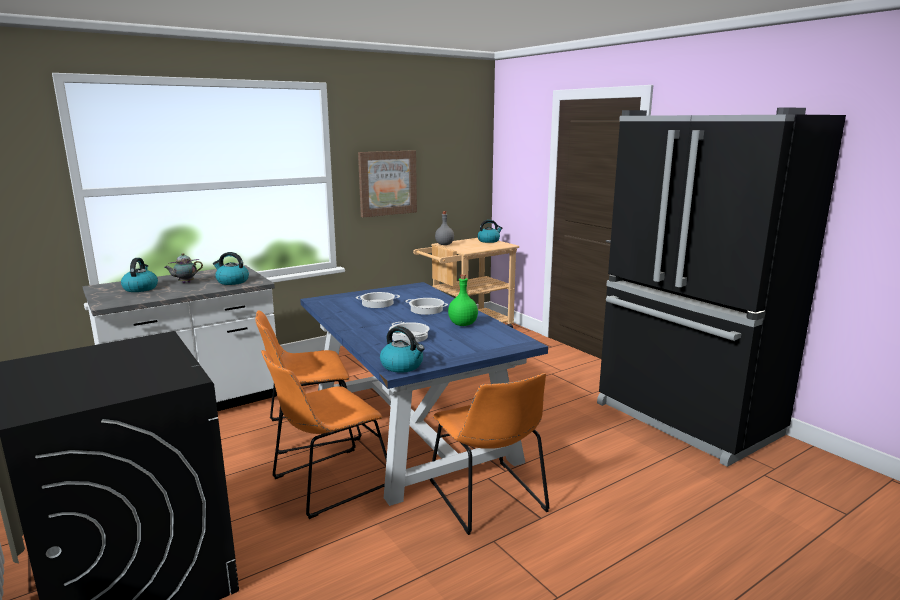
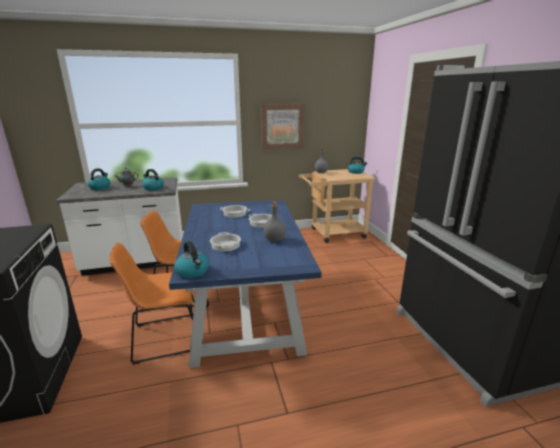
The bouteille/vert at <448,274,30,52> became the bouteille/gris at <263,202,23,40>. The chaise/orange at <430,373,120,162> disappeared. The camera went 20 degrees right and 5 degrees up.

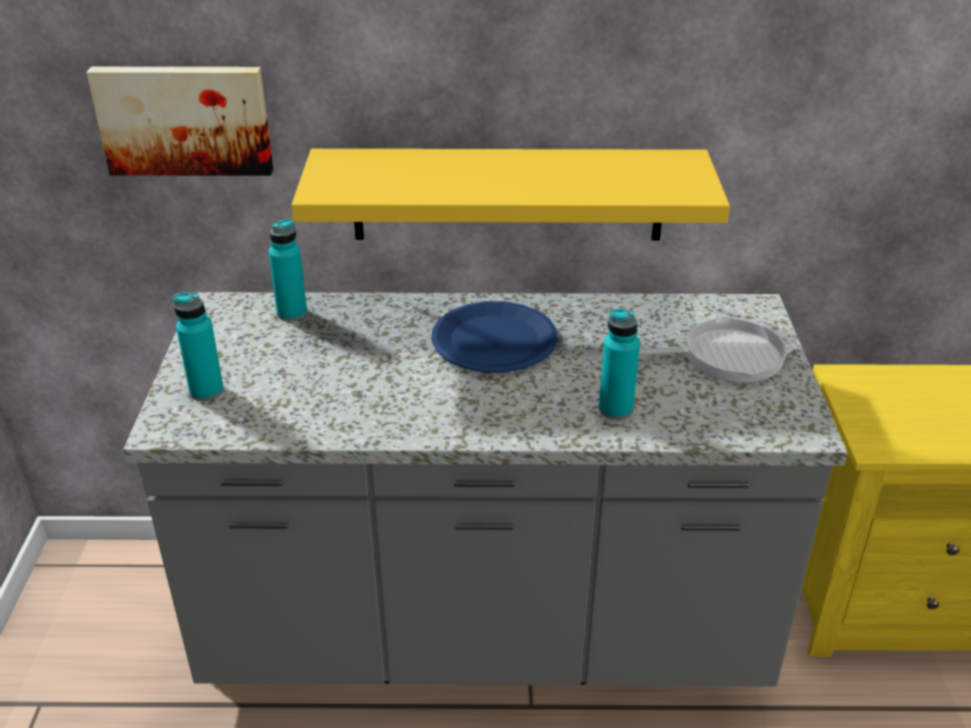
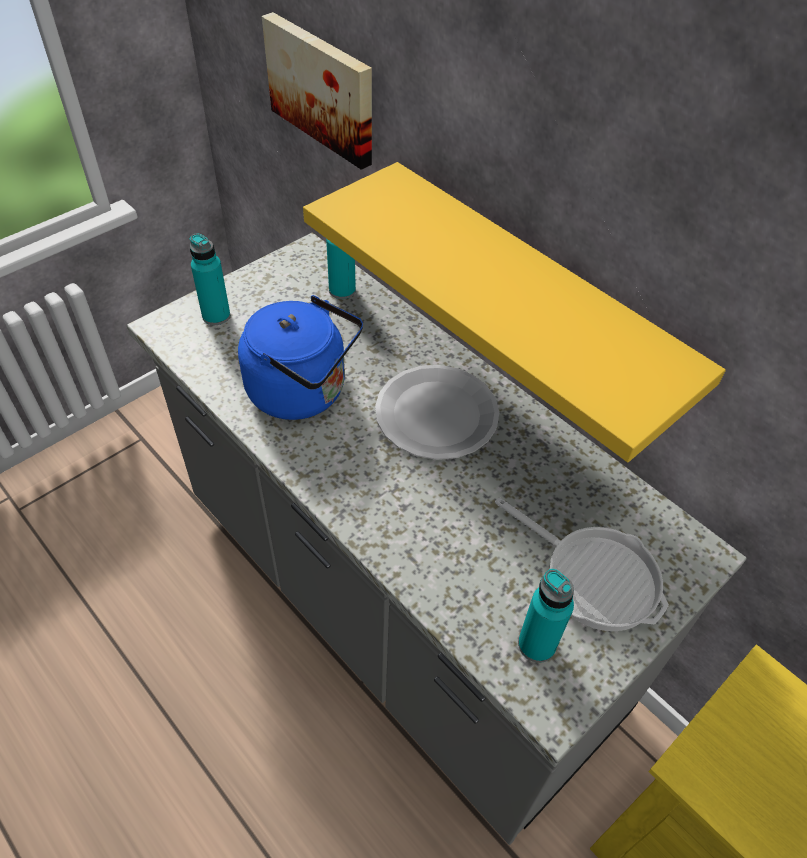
The bouilloire/bleu at <238,295,125,125> appeared. The assiette/bleu at <431,301,127,72> became the assiette/blanc at <375,365,124,95>. The bouteille/turquoise moved from <599,309,41,111> to <518,569,56,94>. The camera went 45 degrees right and 15 degrees up.

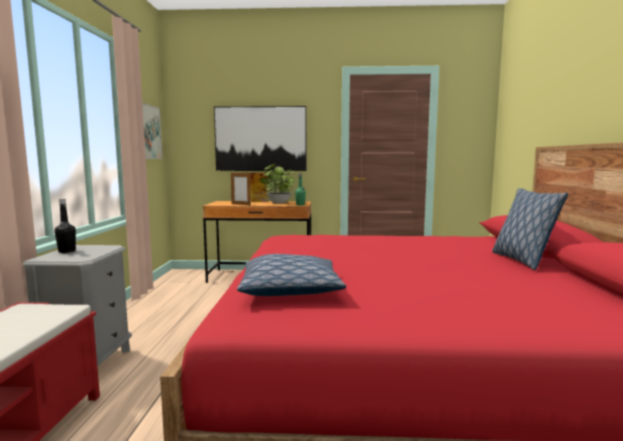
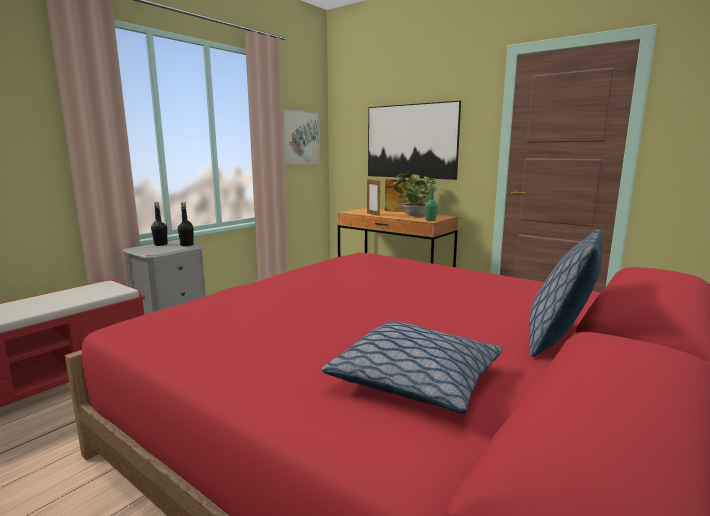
The bouteille/noir at <178,202,16,44> appeared. The coussin moved from <237,254,109,42> to <322,322,181,92>. The camera went 35 degrees right and 5 degrees up.

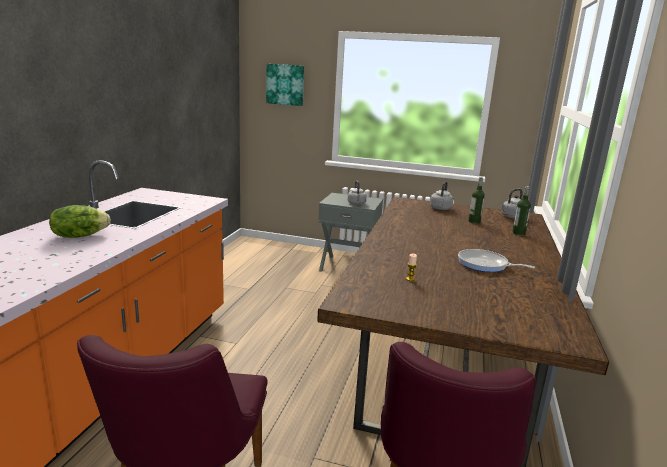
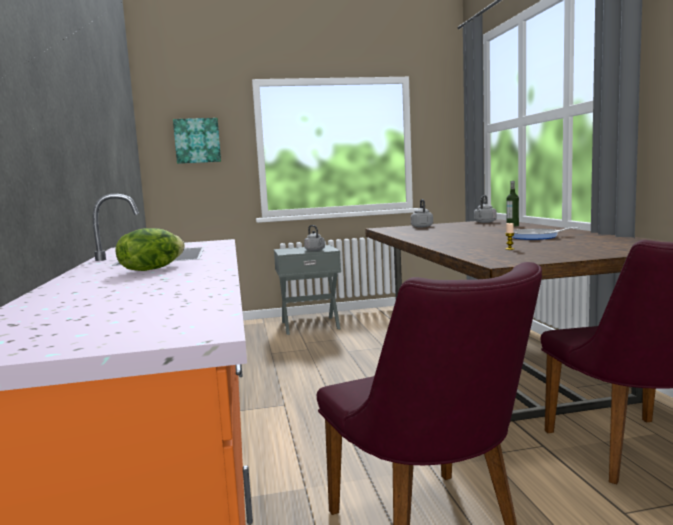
The bouteille at <468,177,17,47> disappeared. The camera went 25 degrees left and 10 degrees down.

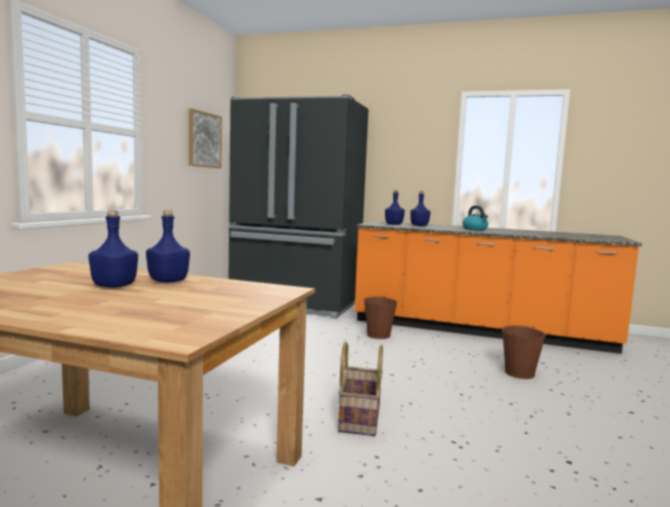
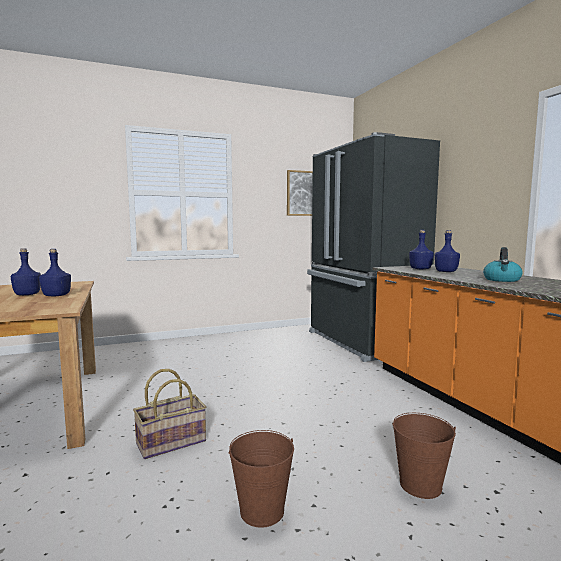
The seau/marron moved from <364,296,33,43> to <229,430,65,98>. The camera went 50 degrees right and 0 degrees up.

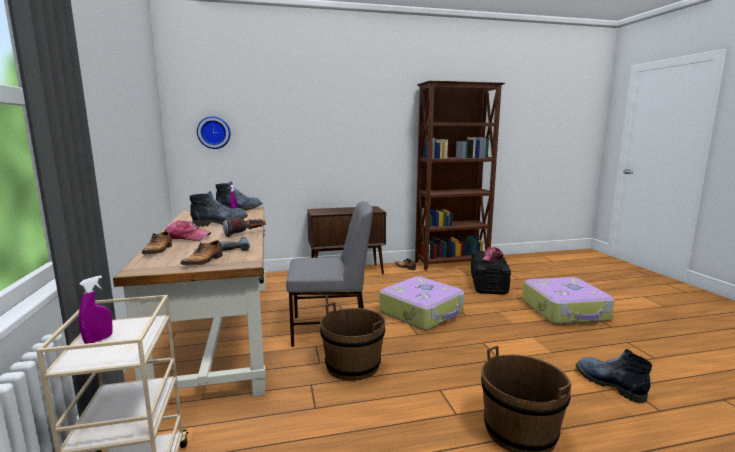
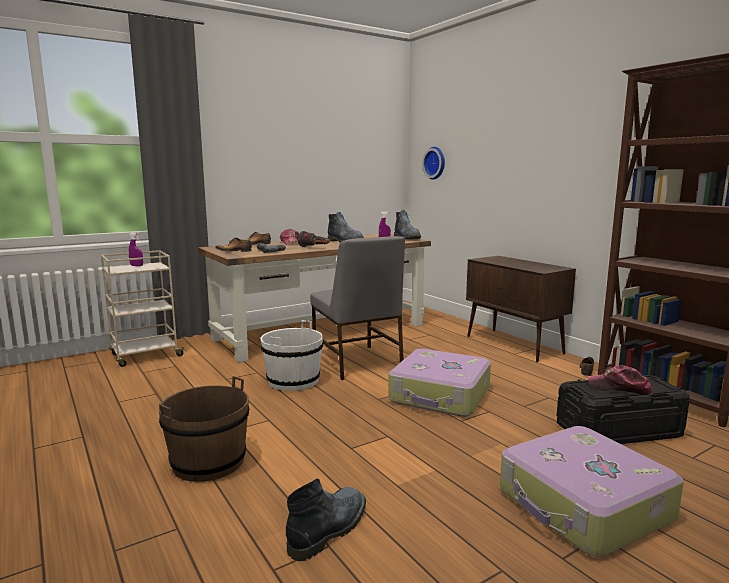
The seau/marron at <320,302,66,79> became the seau/blanc at <261,320,62,71>. The camera went 70 degrees right and 0 degrees up.

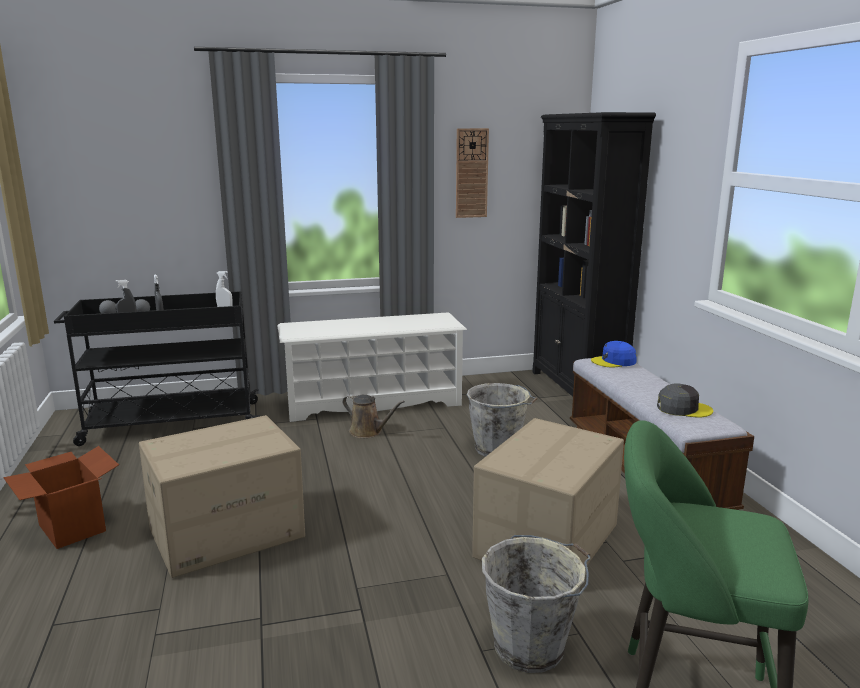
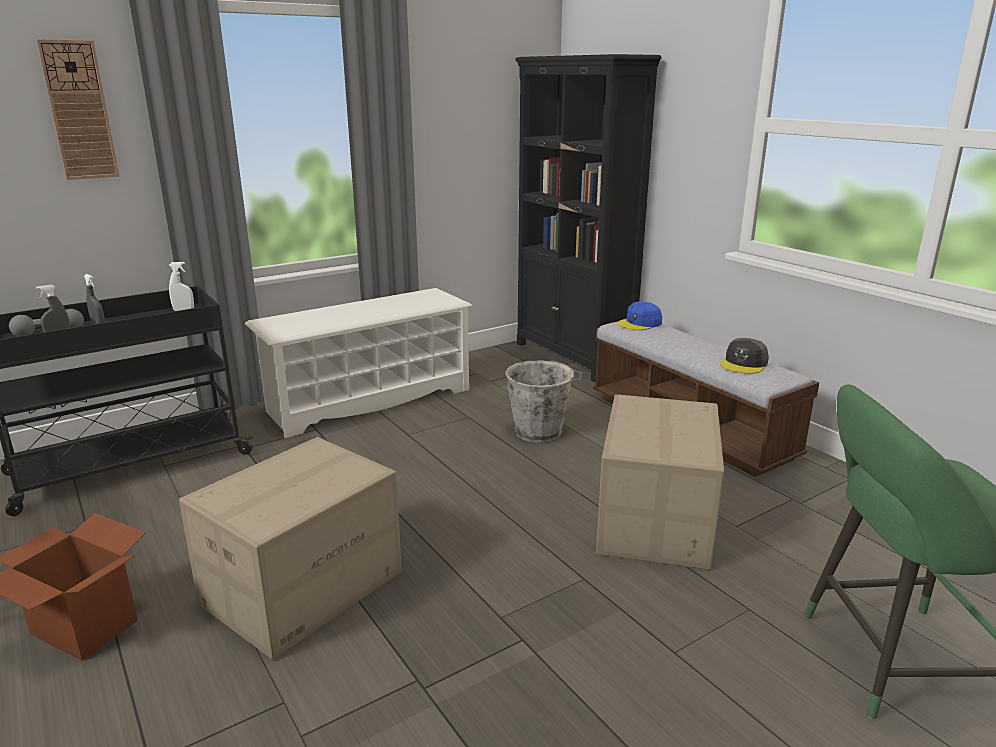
The horloge murale moved from <456,128,33,90> to <36,39,83,141>. The casquette/gris at <657,383,56,35> turned 135 degrees clockwise. The arrosoir/marron at <343,394,62,44> disappeared. The seau/gris at <482,535,109,138> disappeared. The camera went 20 degrees left and 5 degrees up.

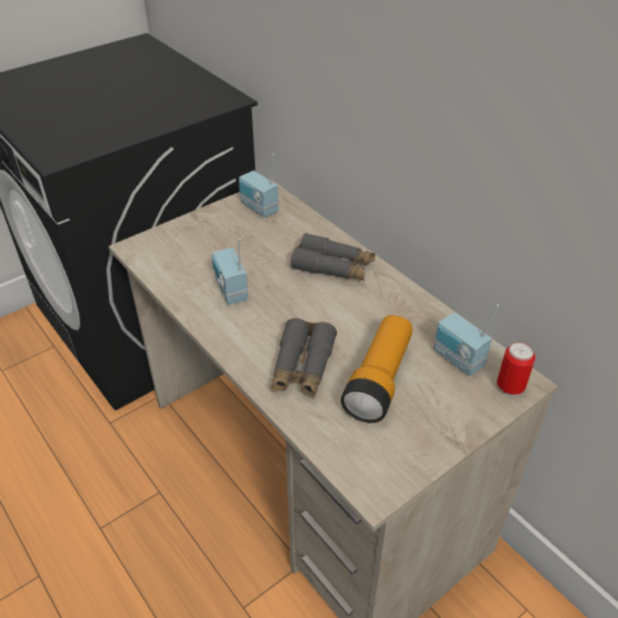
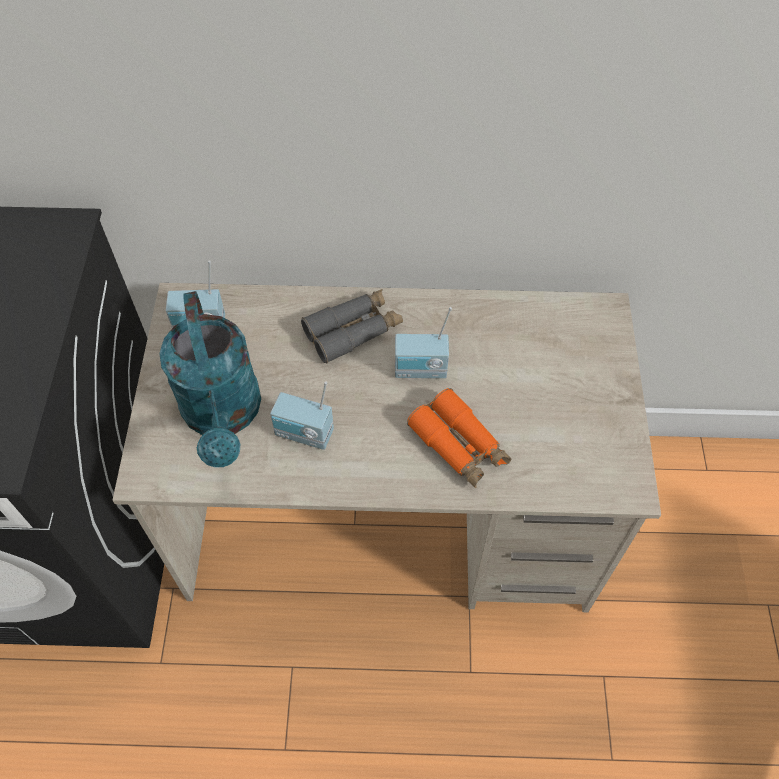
The arrosoir/turquoise at <159,291,102,177> appeared. The radio moved from <434,304,65,72> to <395,307,57,71>. The jumelles/gris at <271,318,66,80> became the jumelles/orange at <407,388,104,100>. The lampe de poche at <341,315,71,108> disappeared. The boîte métallique at <497,342,38,54> disappeared. The camera went 50 degrees left and 15 degrees up.

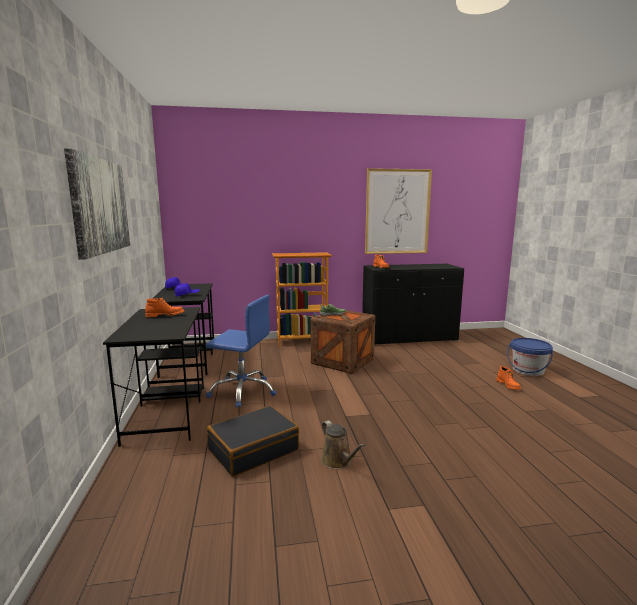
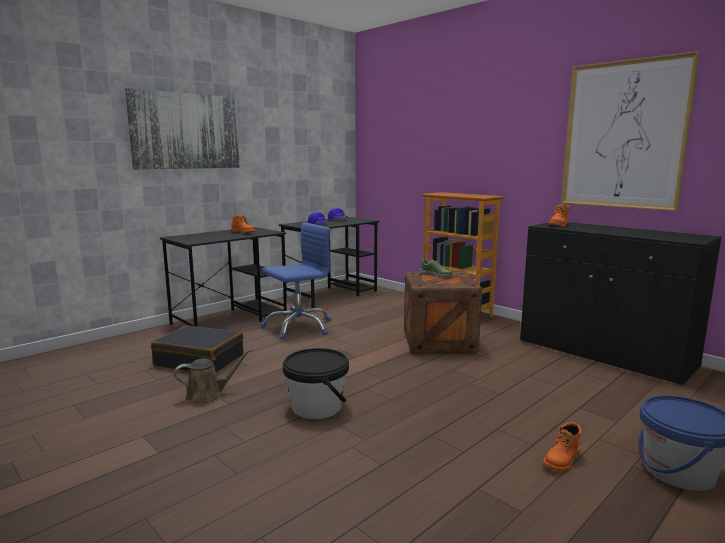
The arrosoir/marron at <321,420,44,49> turned 135 degrees counterclockwise. The chaise de bureau/bleu at <206,295,71,113> turned 105 degrees counterclockwise. The seau/noir at <283,348,66,71> appeared. The camera went 55 degrees right and 0 degrees up.

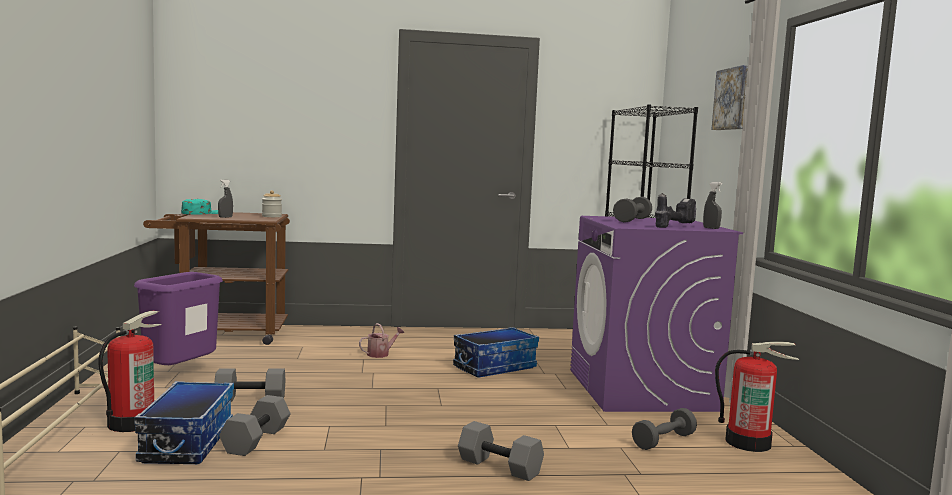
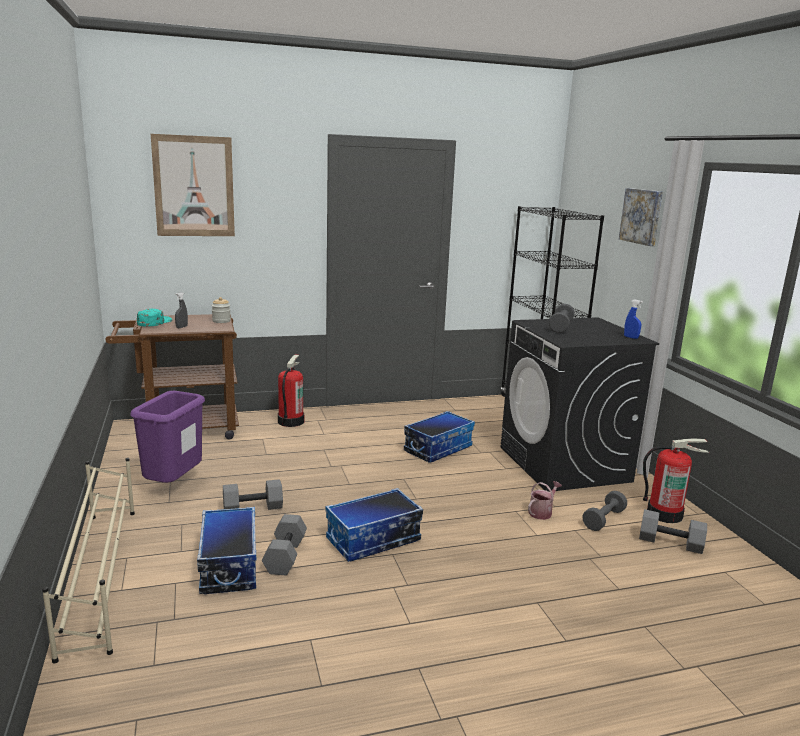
The tableau at <151,134,84,102> appeared. The extincteur moved from <98,311,64,121> to <278,355,26,72>. The boîte de rangement at <325,488,98,74> appeared. The lave-linge/violet at <570,216,173,196> became the lave-linge/noir at <500,317,159,175>. The arrosoir moved from <359,323,46,35> to <528,481,34,39>. The vaporisateur/gris at <703,182,19,47> became the vaporisateur/bleu at <624,299,19,40>. The haltère/gris moved from <458,421,86,60> to <639,509,68,45>. The perceuse at <655,193,41,35> disappeared. The camera went 10 degrees left and 10 degrees up.

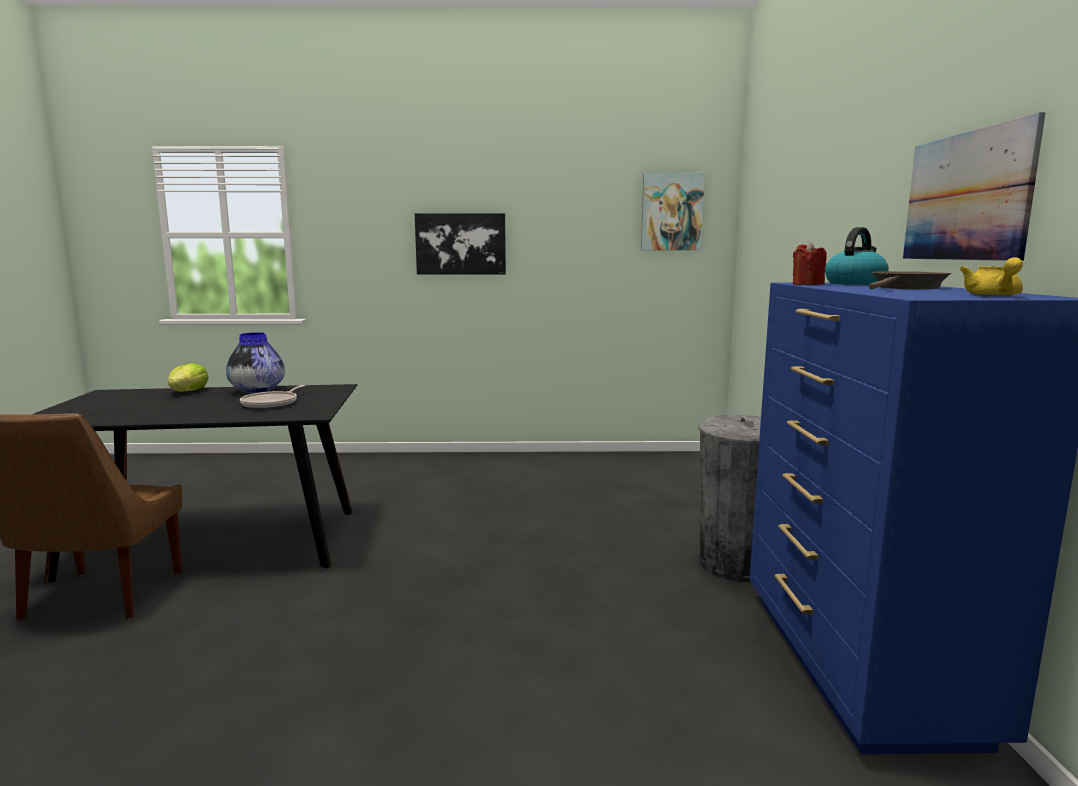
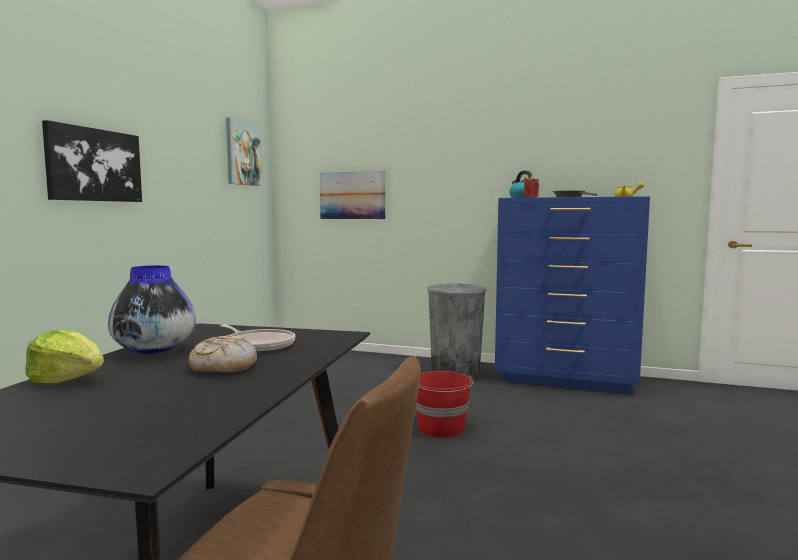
The pain at <189,335,68,38> appeared. The tableau moved from <903,112,143,149> to <320,171,65,48>. The seau/rouge at <415,371,59,67> appeared. The camera went 70 degrees left and 5 degrees down.

